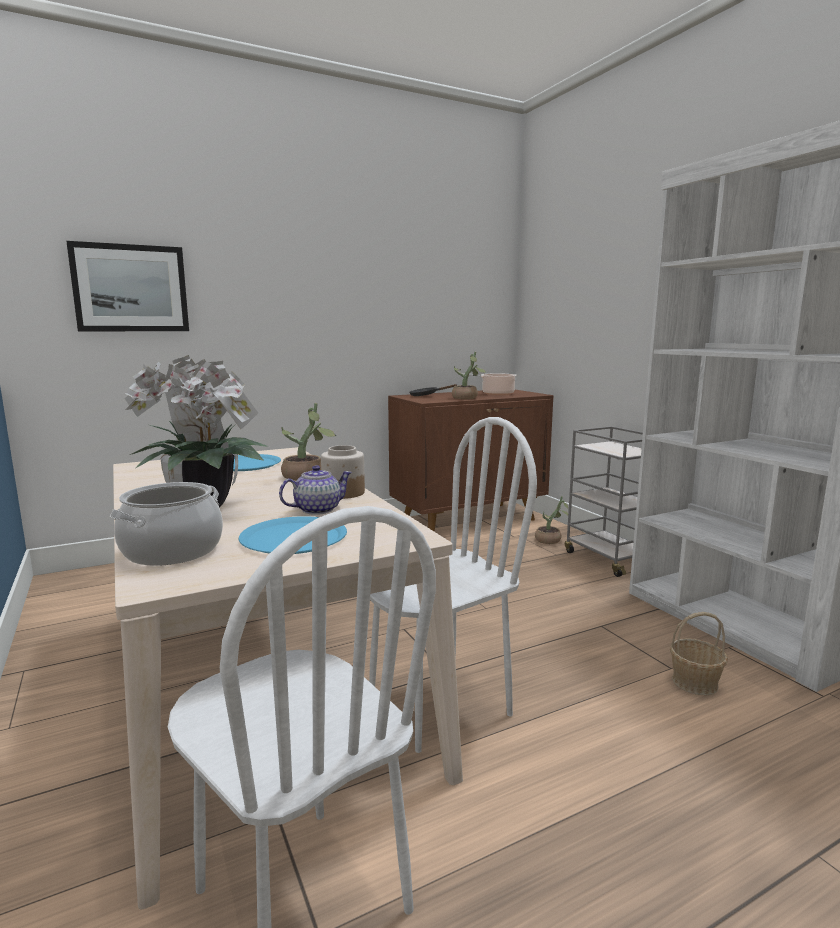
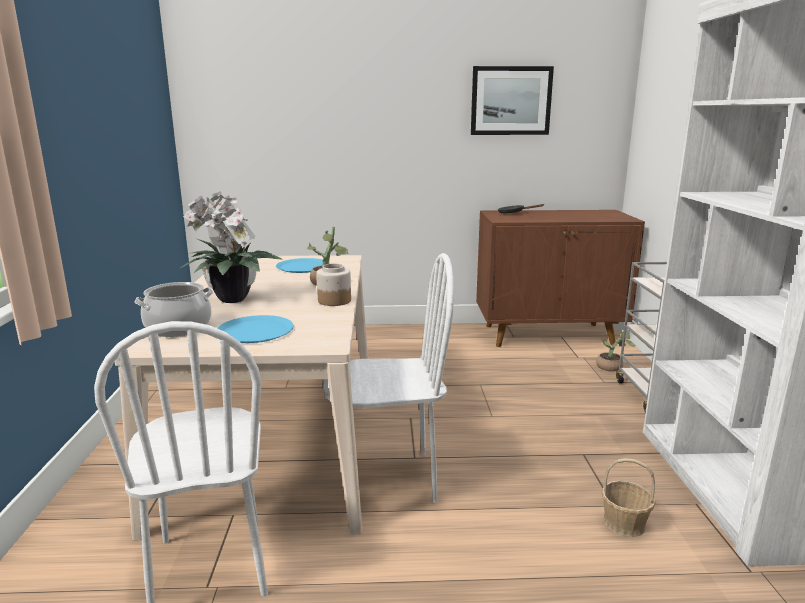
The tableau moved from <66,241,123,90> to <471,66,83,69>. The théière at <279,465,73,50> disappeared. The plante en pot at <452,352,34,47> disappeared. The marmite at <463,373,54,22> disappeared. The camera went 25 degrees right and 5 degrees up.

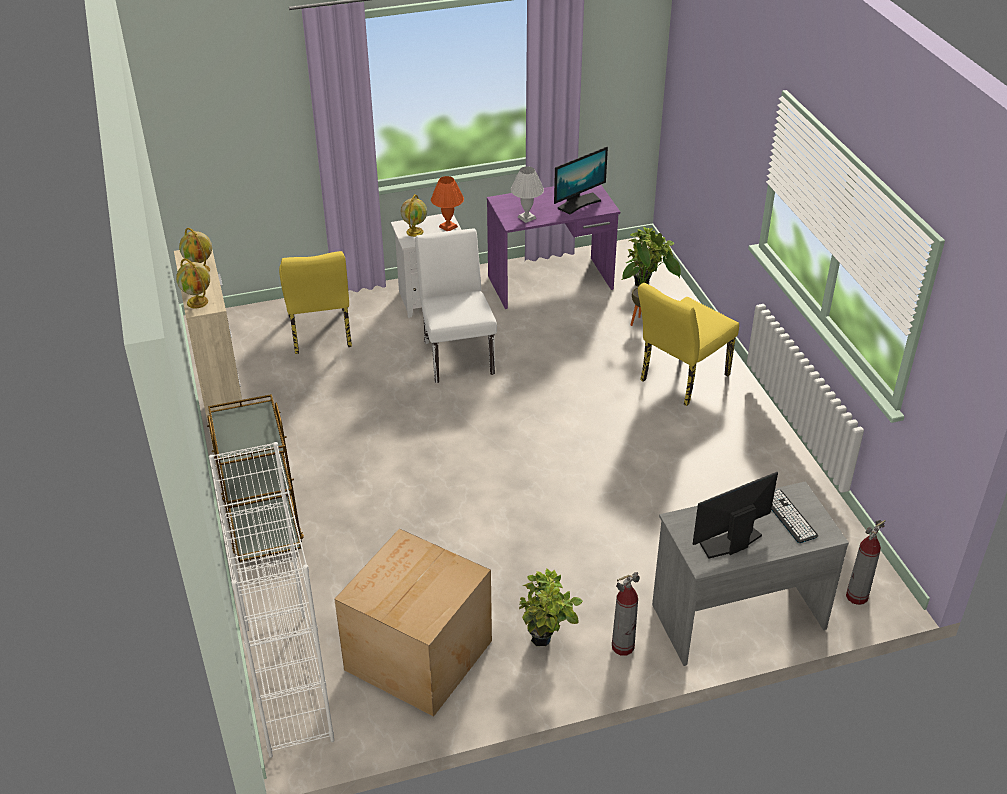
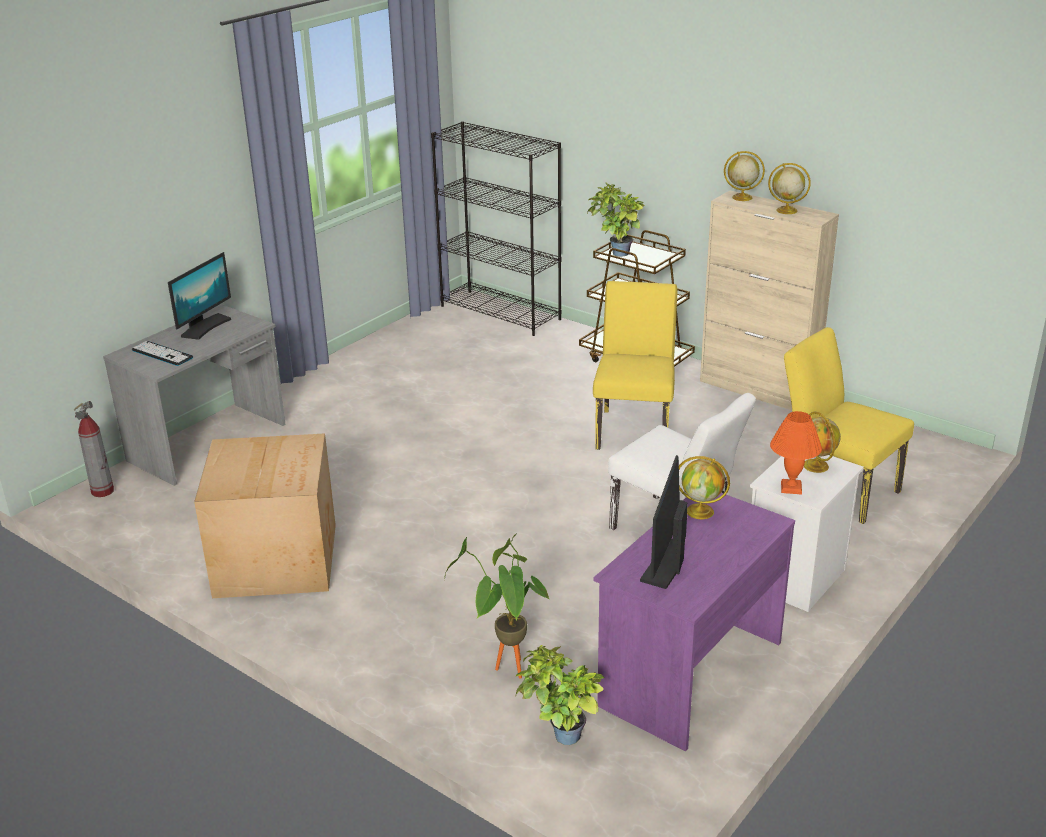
The carton moved from <334,528,158,189> to <194,433,142,165>. The bibliothèque/blanc at <209,442,125,316> became the bibliothèque/noir at <431,121,131,215>. The plante en pot moved from <519,568,64,78> to <587,182,57,75>. The chaise/jaune moved from <638,283,101,123> to <593,281,84,169>. The lampe de table/blanc at <511,166,33,57> was replaced by the globe at <679,456,51,63>. The extincteur at <612,572,28,84> disappeared. The camera went 145 degrees right and 10 degrees down.

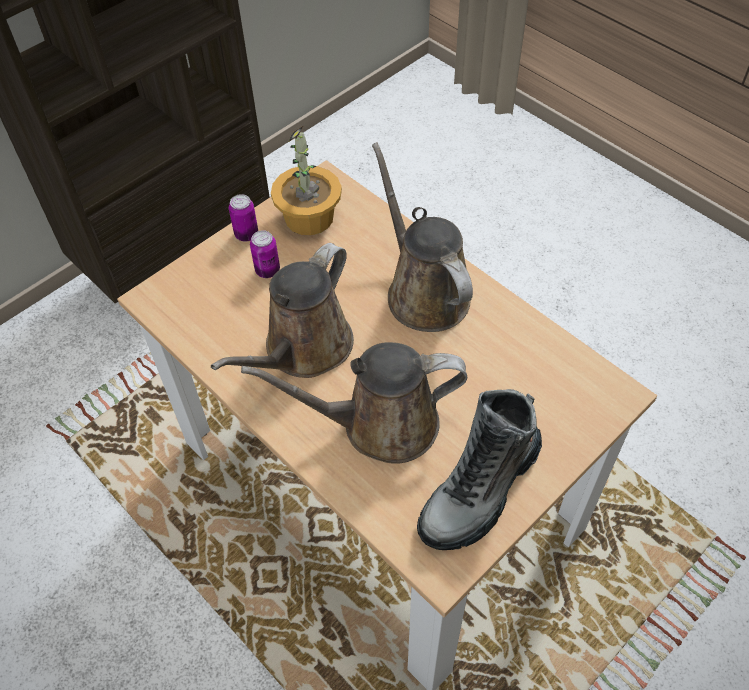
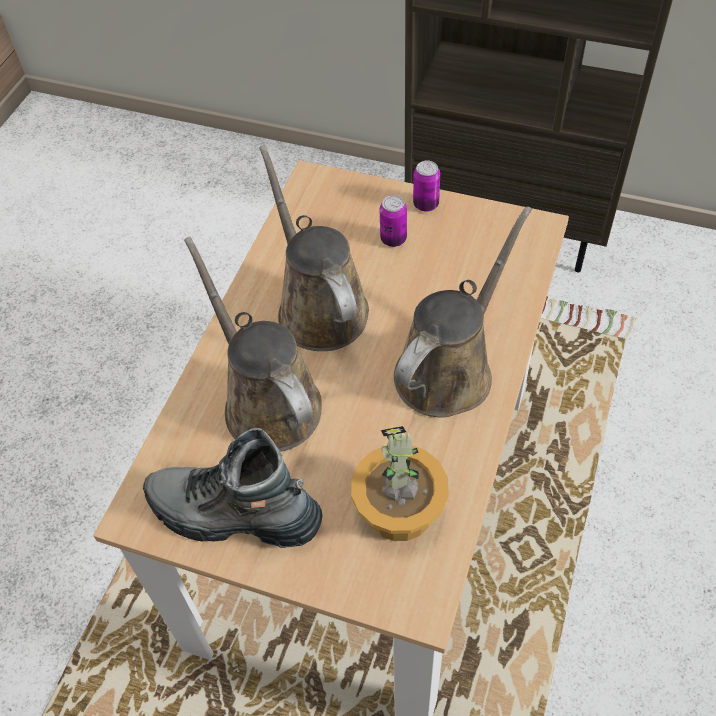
The arrosoir/marron at <211,243,143,135> turned 60 degrees clockwise. The plante en pot moved from <271,125,71,110> to <351,426,98,115>. The camera went 65 degrees right and 0 degrees up.

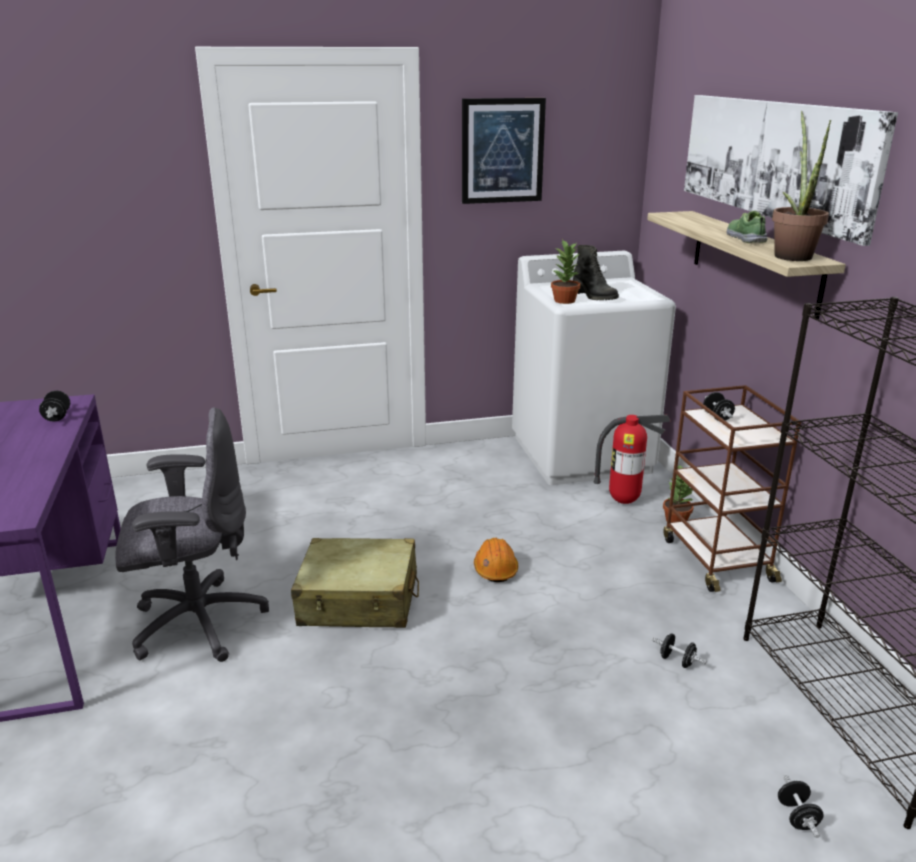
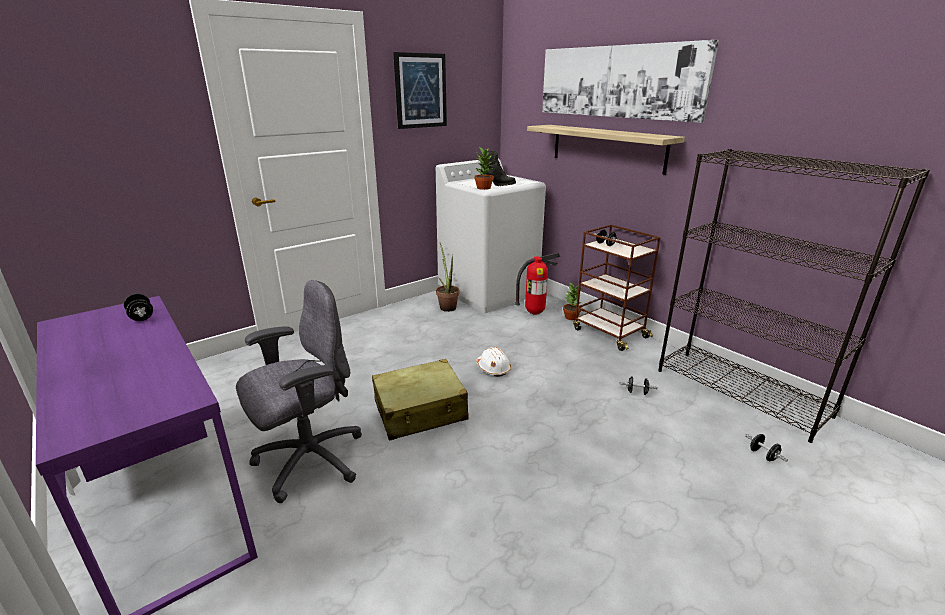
The plante en pot moved from <772,111,59,150> to <436,243,24,69>. The casque de chantier/orange at <474,538,44,44> became the casque de chantier/blanc at <476,347,35,30>. The chaussure at <726,210,42,33> disappeared. The camera went 25 degrees left and 0 degrees up.

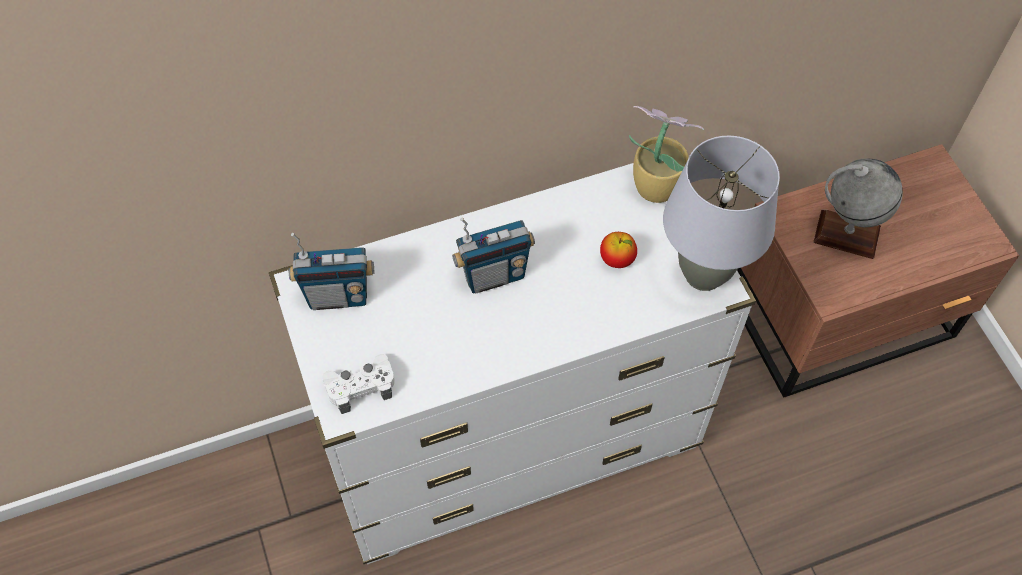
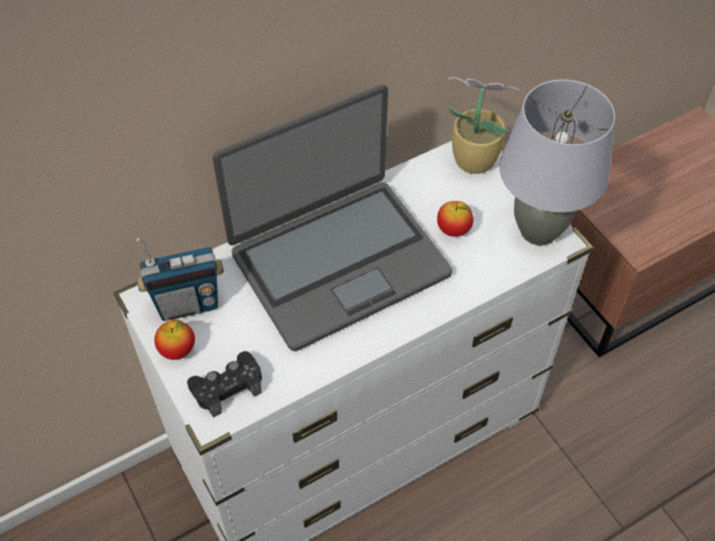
The pomme at <154,320,41,40> appeared. The manette/blanc at <322,354,73,60> became the manette/noir at <187,351,75,67>. The radio at <452,217,83,76> was replaced by the ordinateur portable at <212,85,240,266>. The globe at <813,158,90,101> disappeared. The camera went 10 degrees left and 5 degrees down.

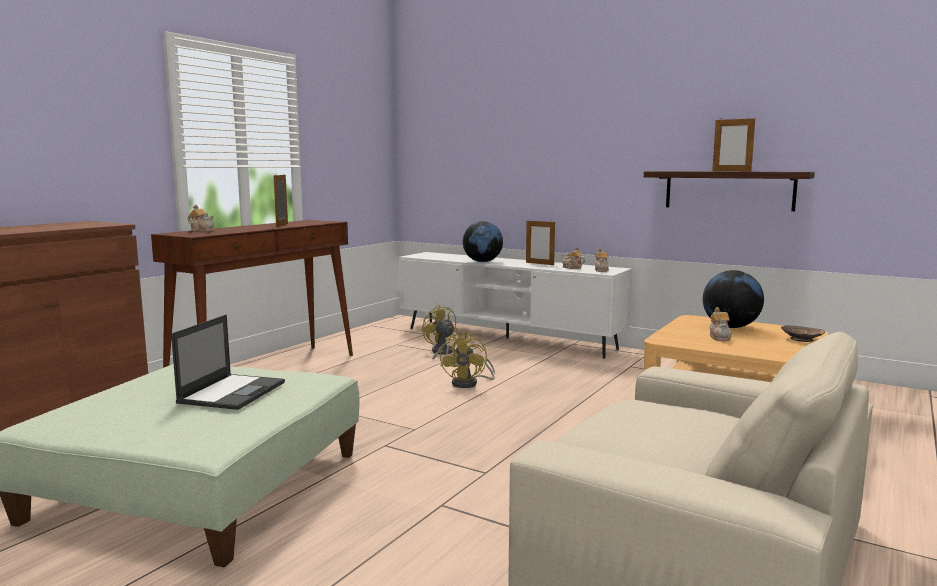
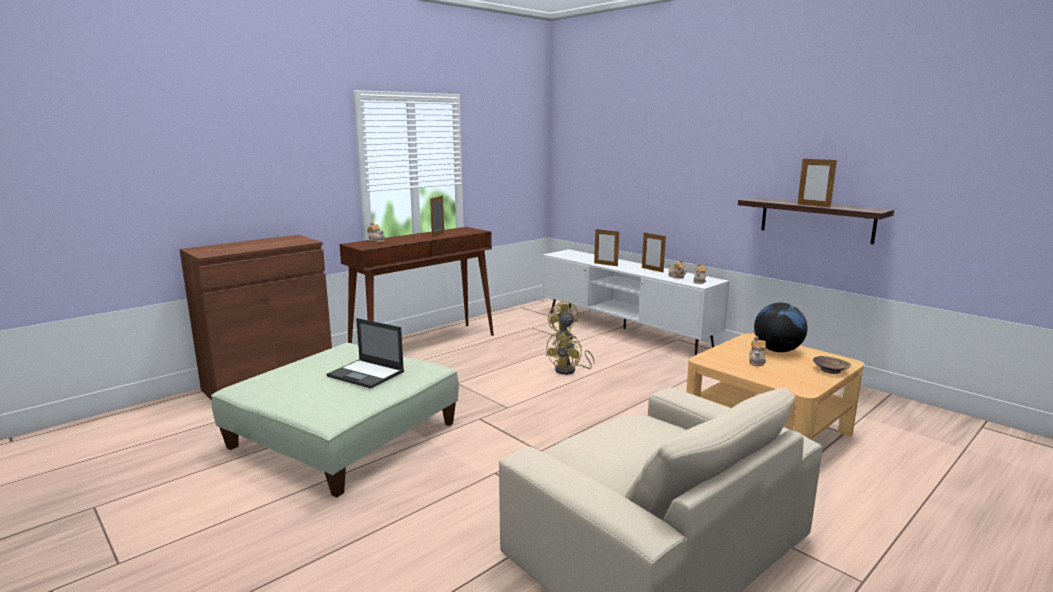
The ordinateur portable at <171,315,114,95> turned 90 degrees clockwise. The globe at <463,221,40,41> was replaced by the cadre photo at <594,228,25,38>. The camera went 15 degrees right and 5 degrees up.

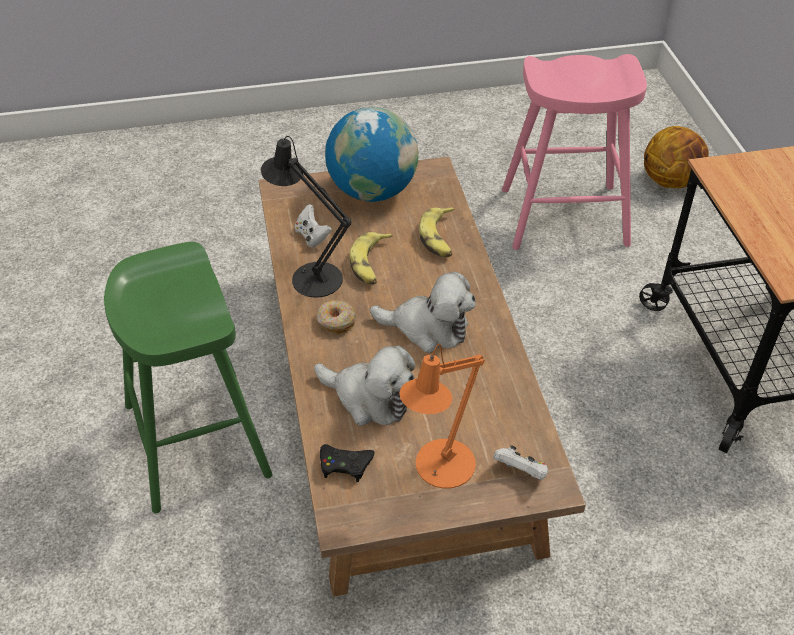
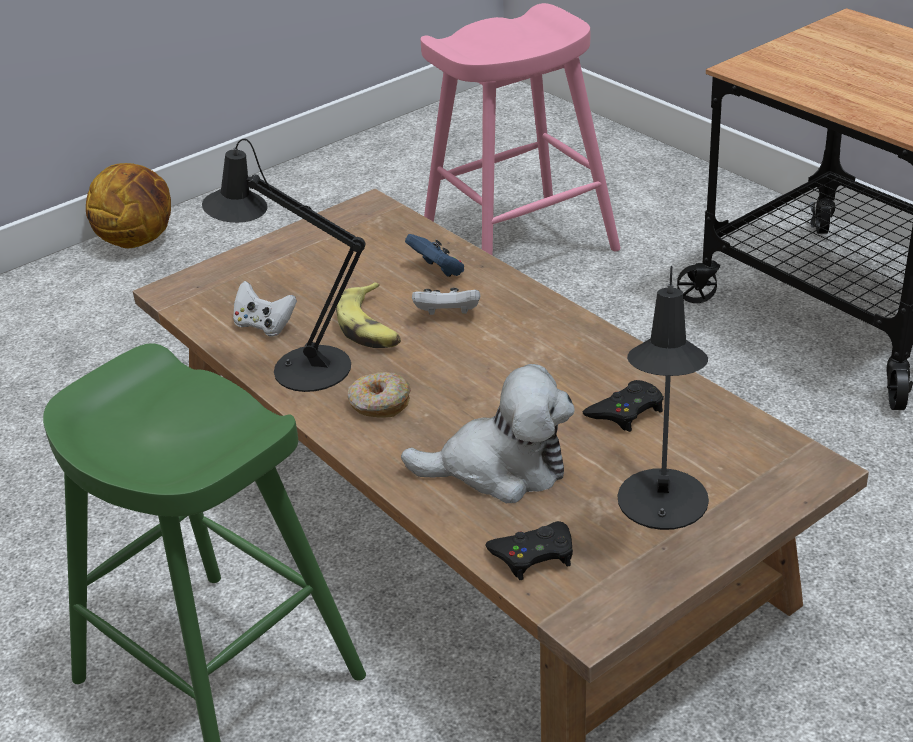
The ballon de basket moved from <644,126,65,62> to <86,163,85,85>. The banane at <419,207,36,50> was replaced by the manette/bleu at <405,234,59,43>. The manette/blanc moved from <493,445,55,35> to <412,288,68,27>. The manette/noir at <583,380,81,52> appeared. The lampe de table/orange at <400,344,85,144> became the lampe de table/noir at <618,266,91,264>. The globe at <325,107,94,95> disappeared. The peluche at <370,272,106,81> disappeared. The camera went 25 degrees left and 10 degrees down.

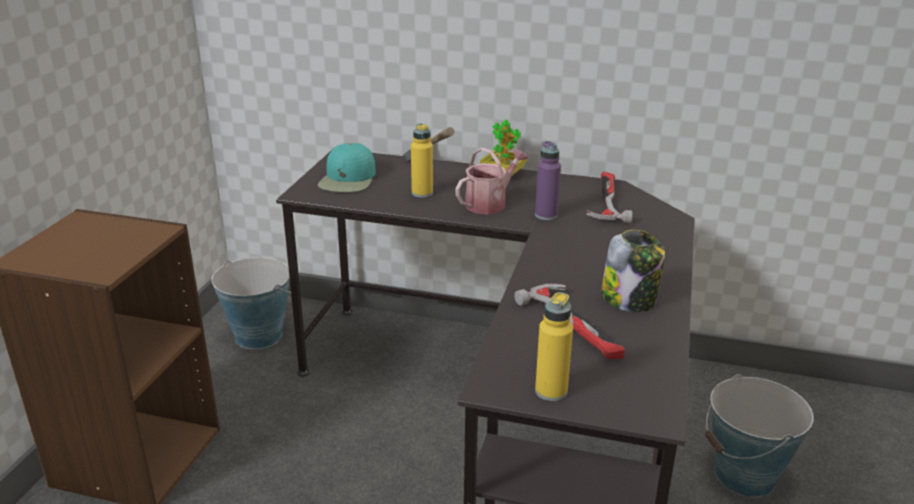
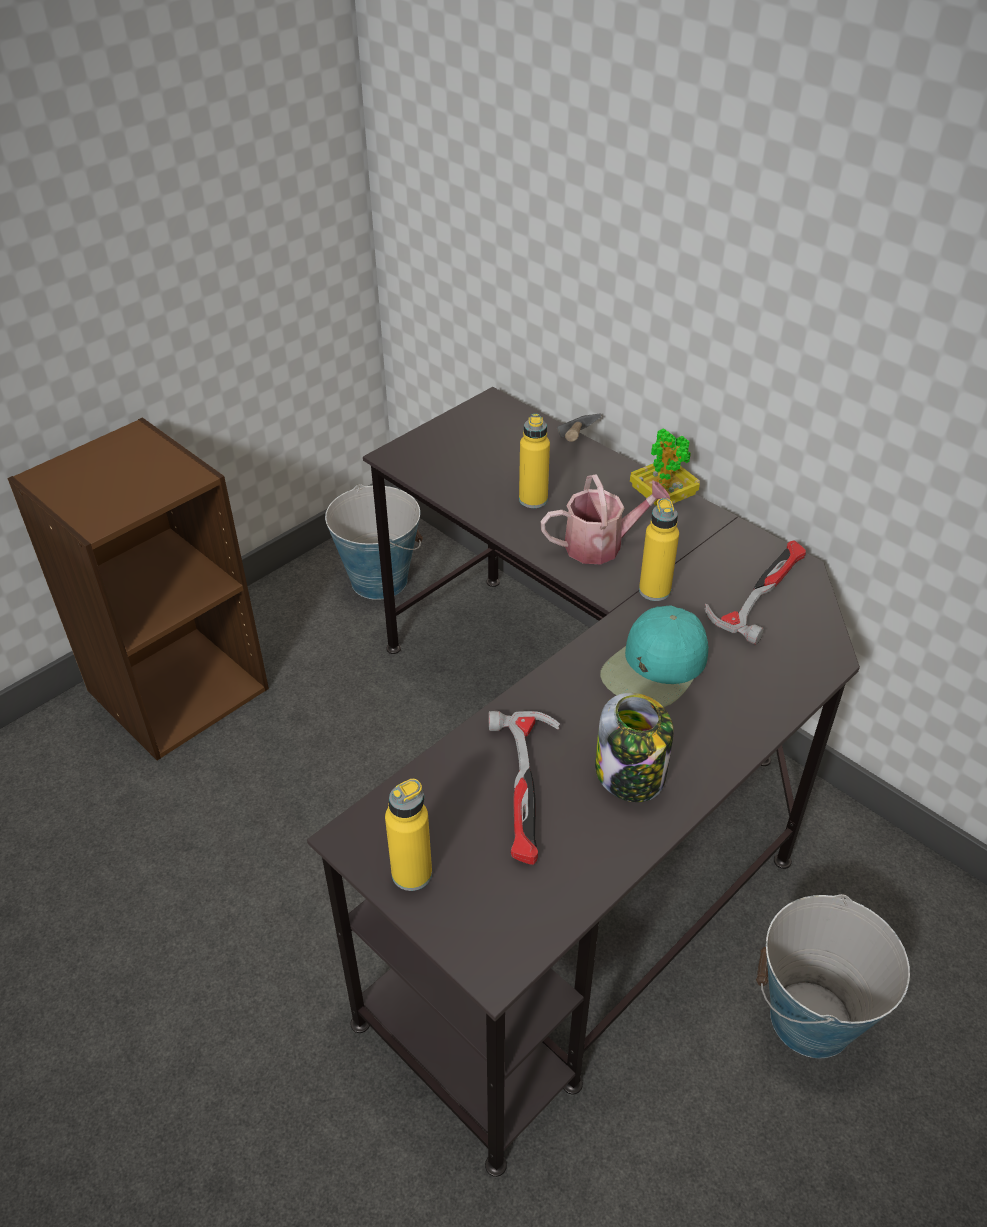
The casquette/turquoise moved from <318,143,58,49> to <600,605,108,102>. The bouteille/violet at <535,141,26,79> became the bouteille/jaune at <639,498,40,103>. The camera went 30 degrees right and 15 degrees up.

